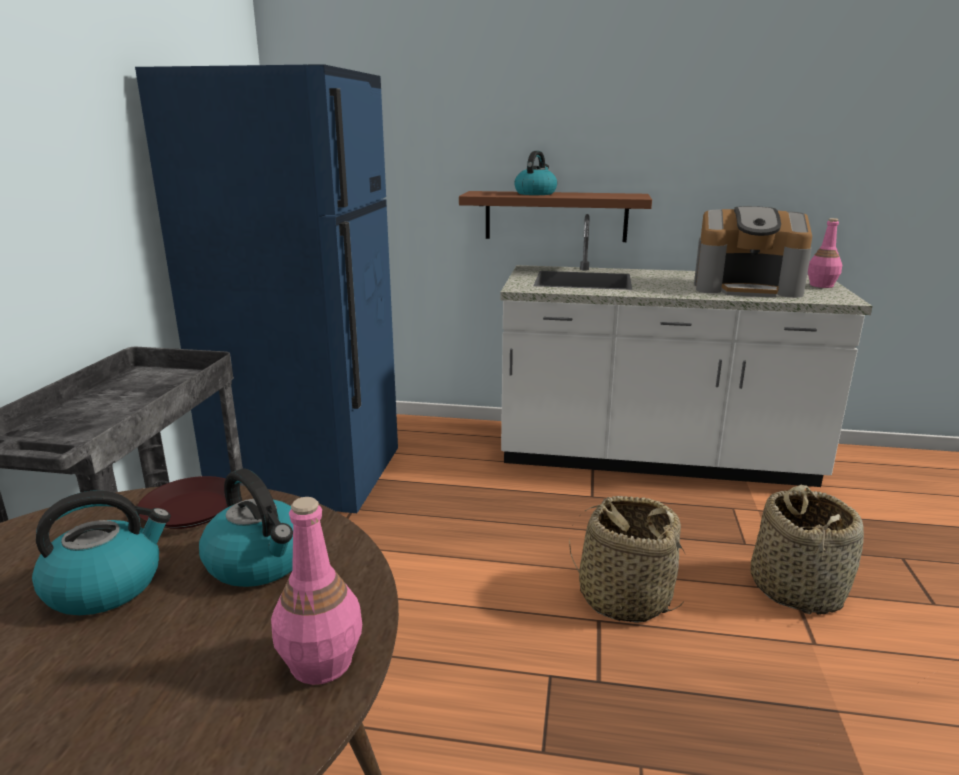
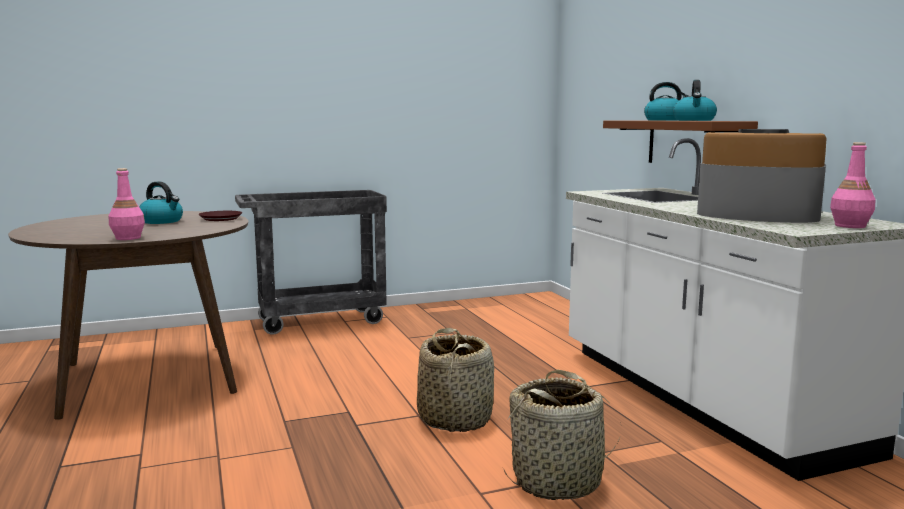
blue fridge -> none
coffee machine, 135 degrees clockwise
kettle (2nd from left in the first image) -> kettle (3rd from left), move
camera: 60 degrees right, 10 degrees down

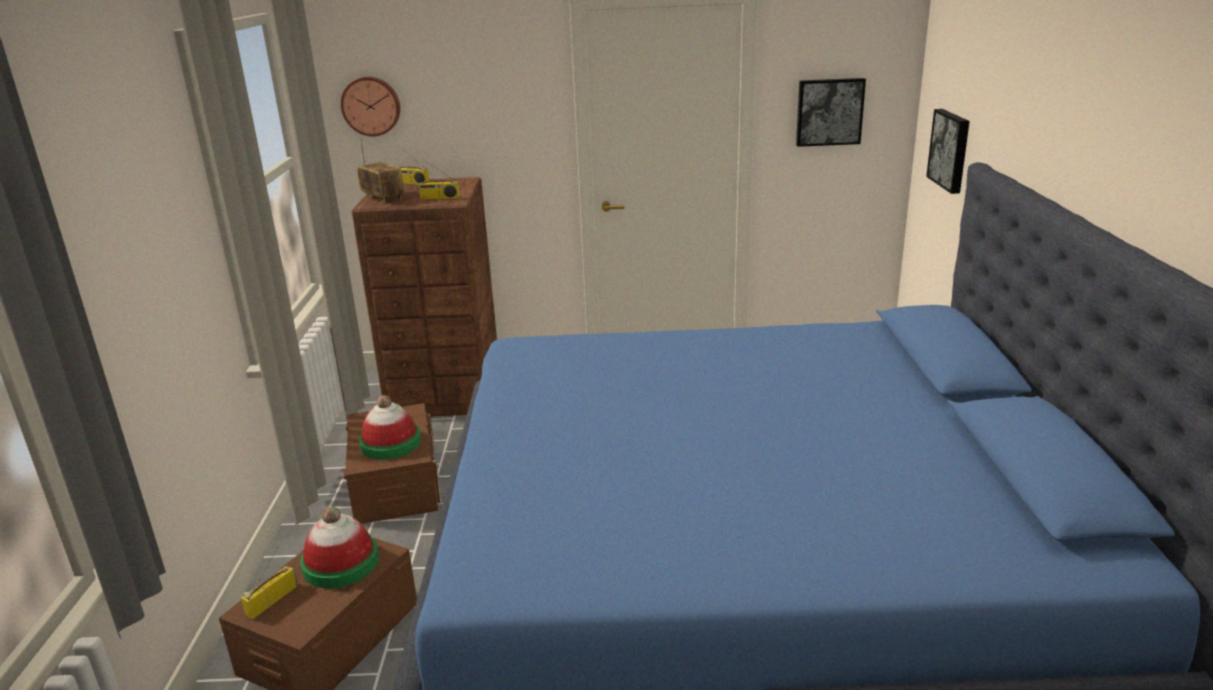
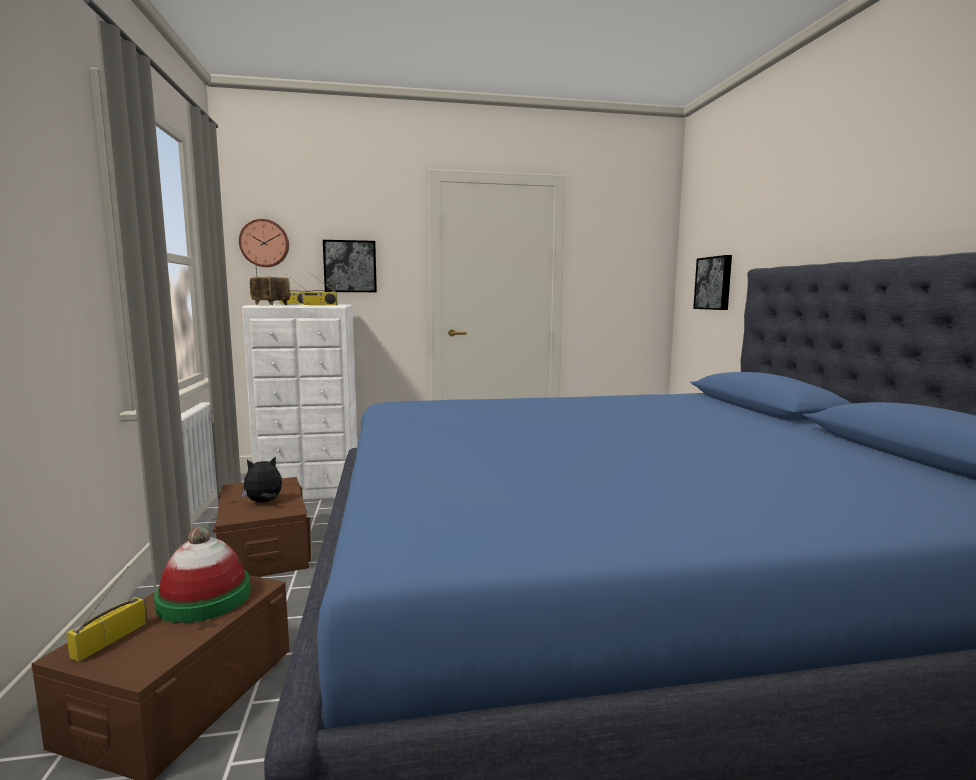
picture (1st from left), move
brown dresser -> white dresser
hat (2nd from left) -> plush toy
camera: 10 degrees left, 15 degrees down

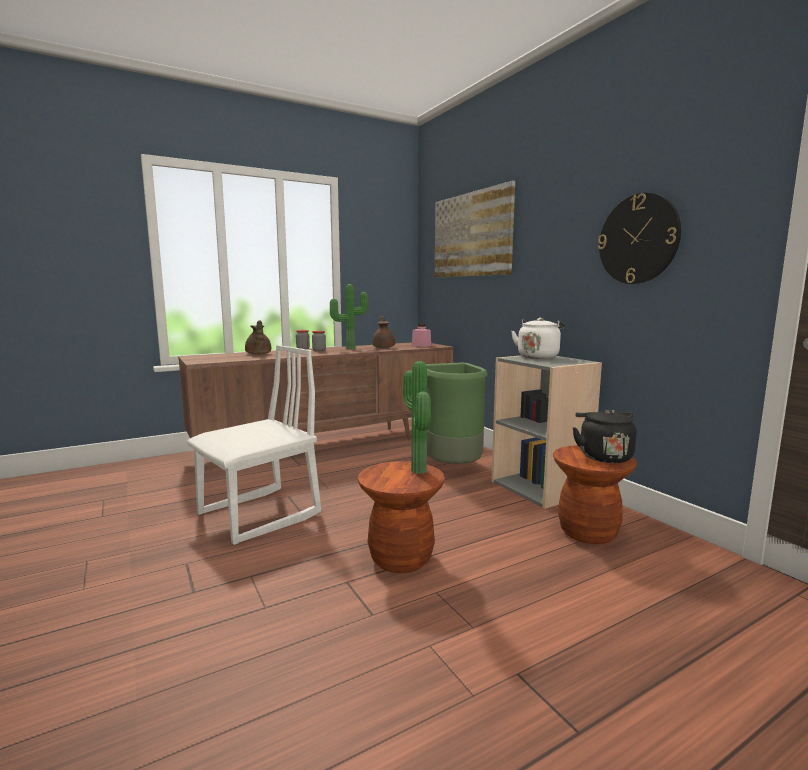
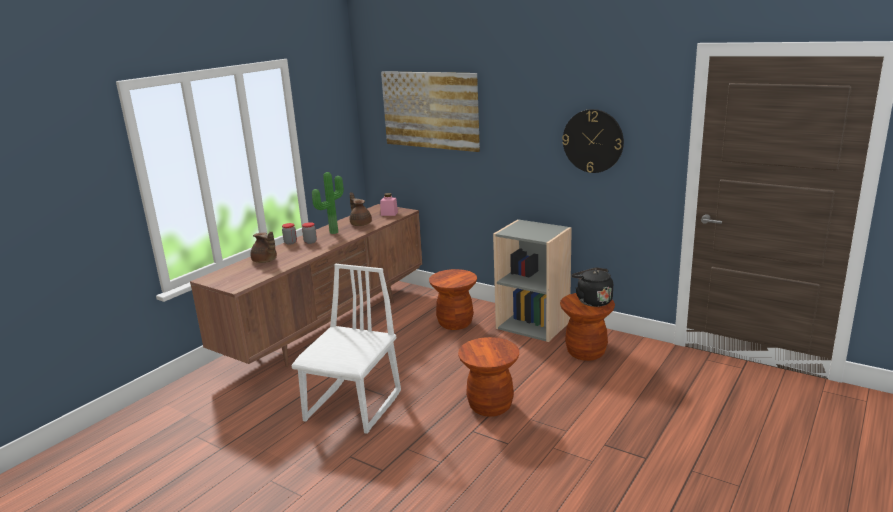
white kettle -> none
potted plant (2nd from left) -> none
green trash can -> brown stool (1st from left)
camera: 25 degrees left, 10 degrees up

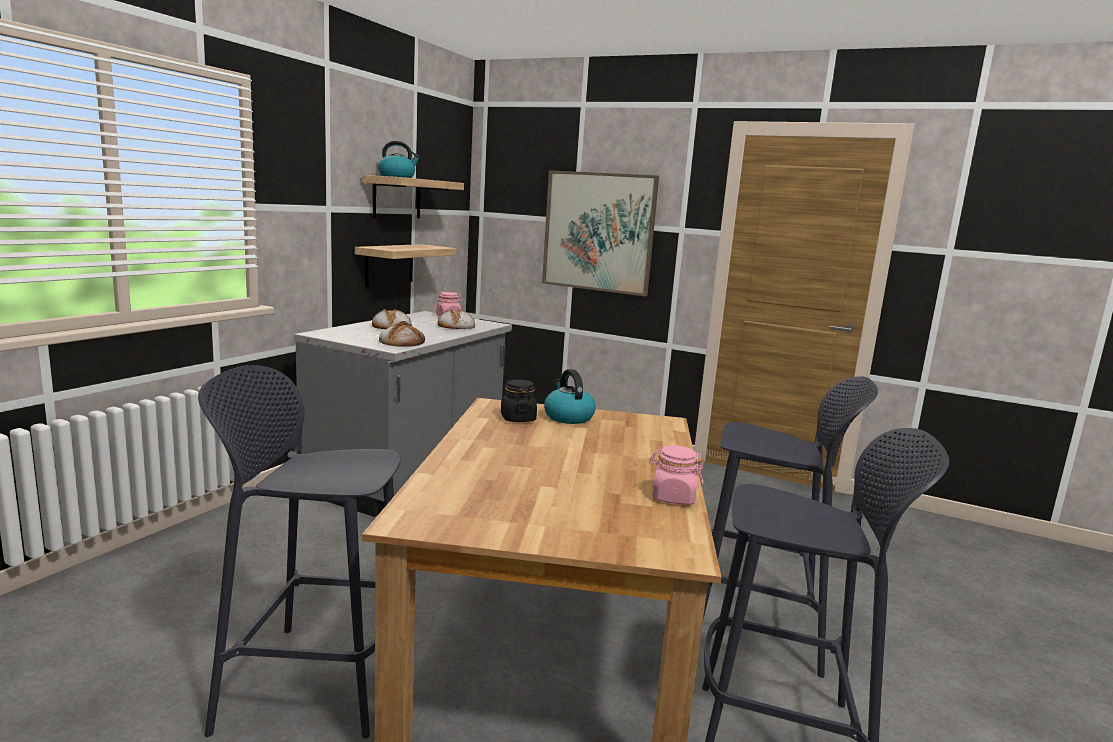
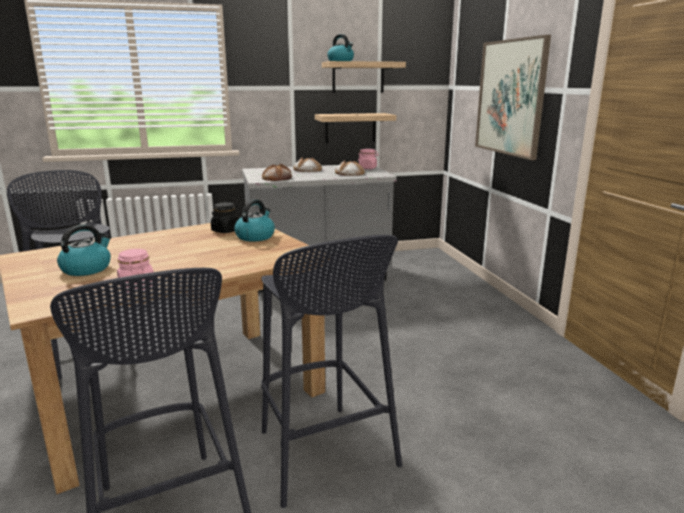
none -> kettle (1st from left)
camera: 50 degrees right, 5 degrees up

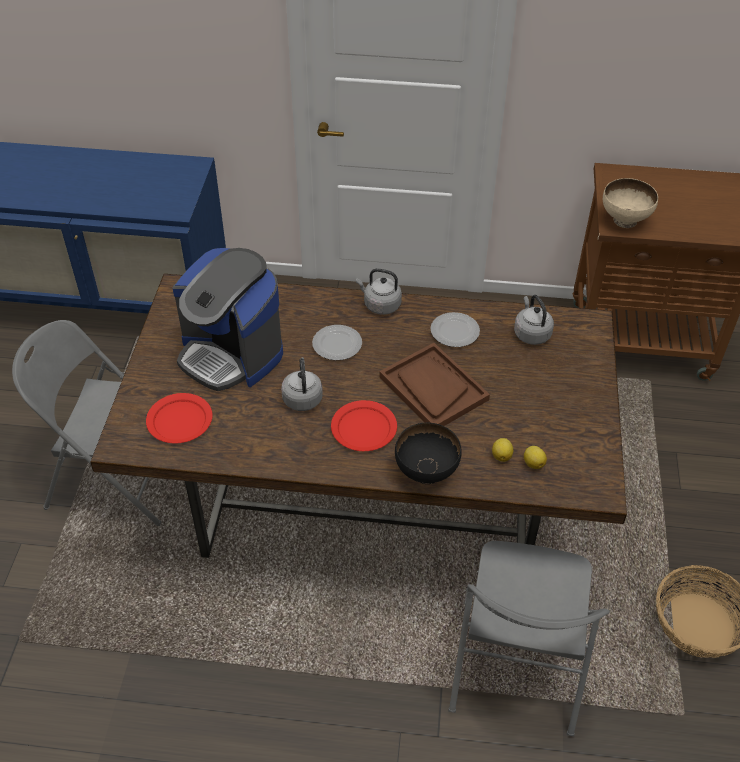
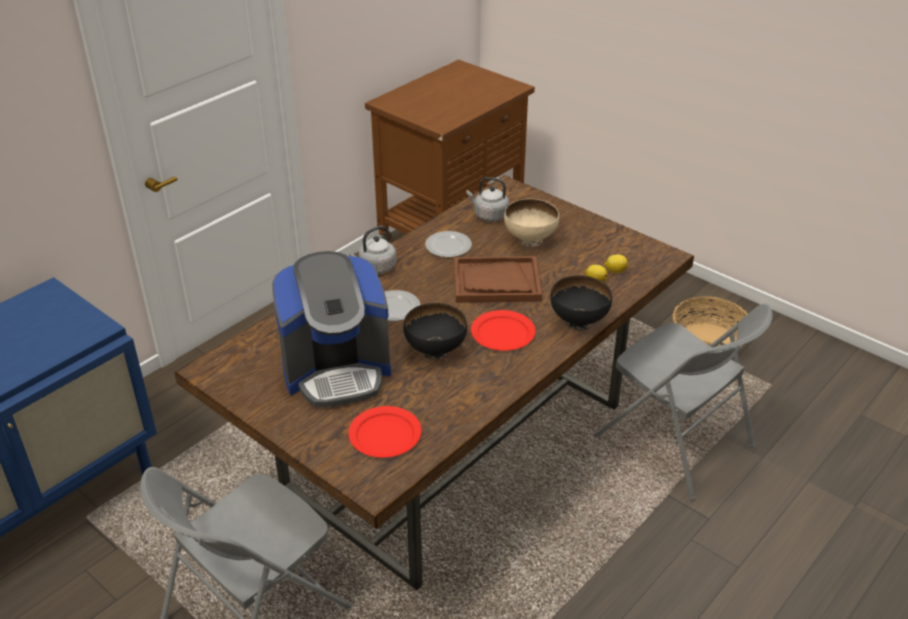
beige bowl, move
grey kettle (1st from left) -> black bowl (1st from left)
camera: 55 degrees left, 10 degrees down

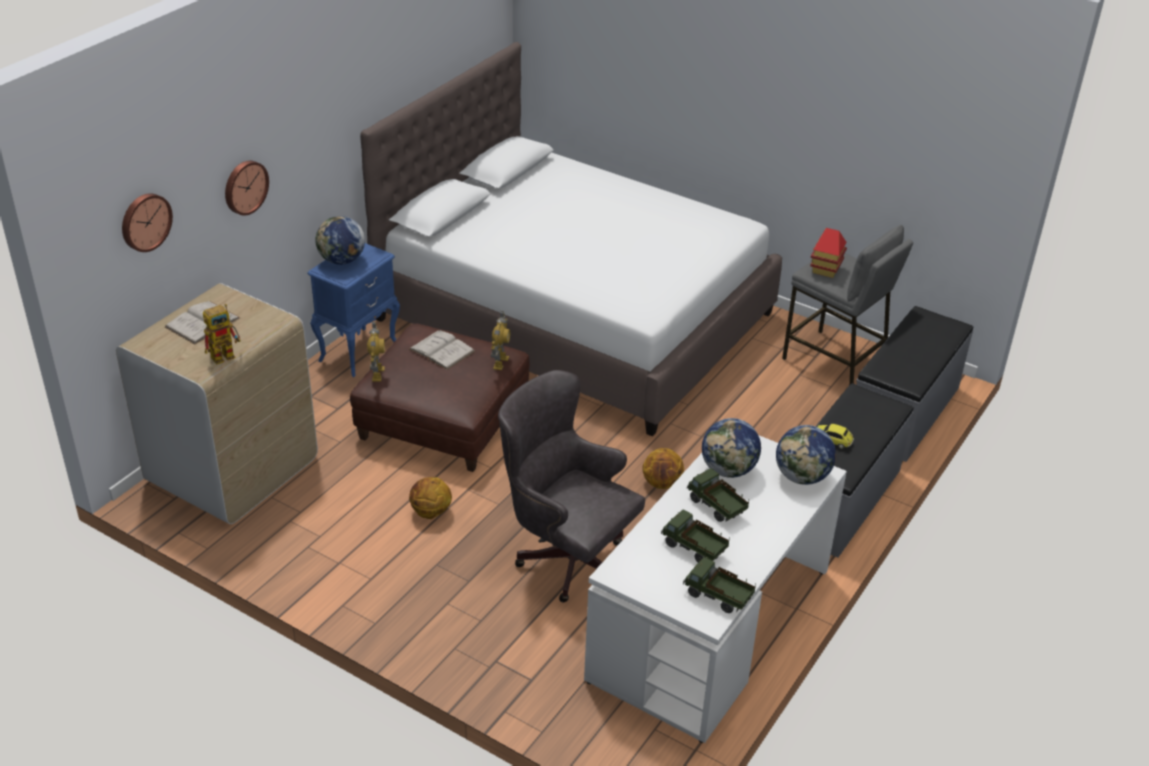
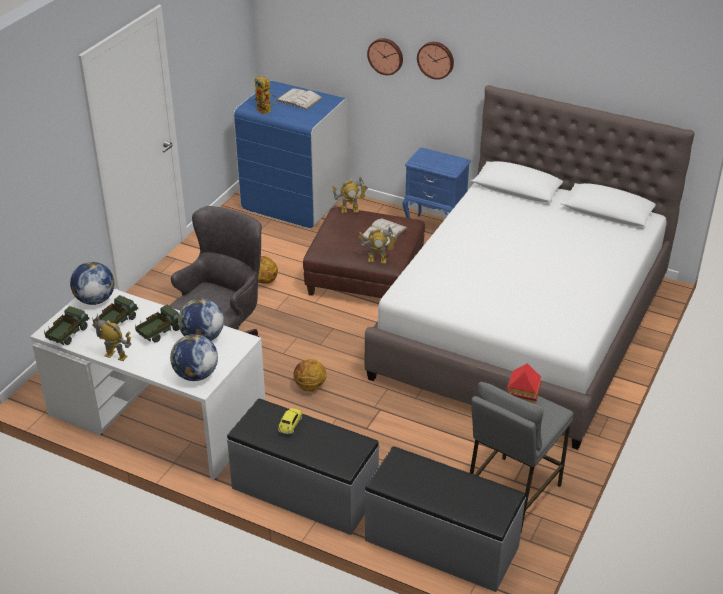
wall clock (1st from left in the first image) -> wall clock (2nd from left), move
globe (1st from left), move
beige dresser -> blue dresser
none -> toy robot (1st from left)
camera: 85 degrees right, 0 degrees up

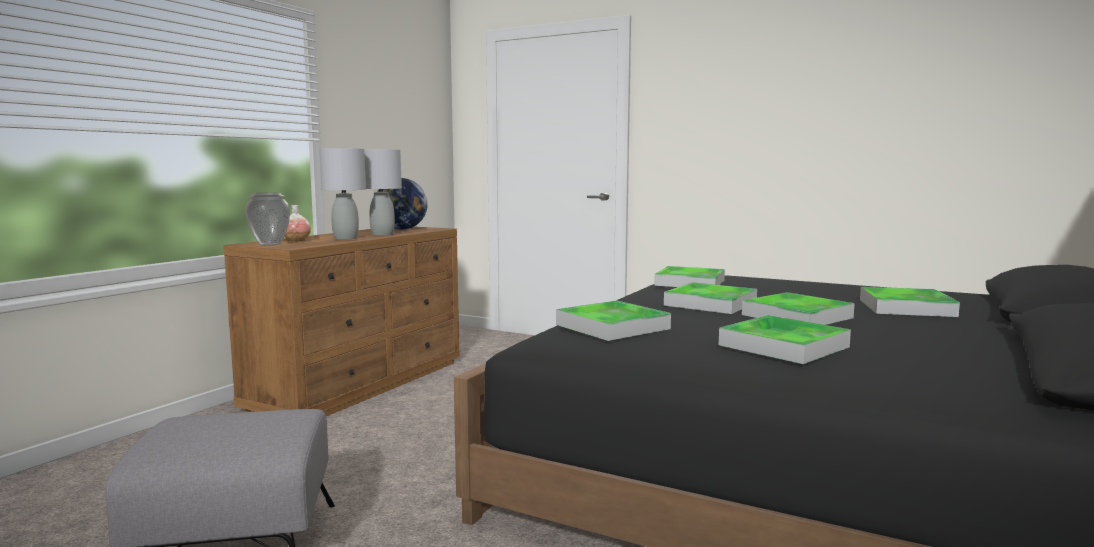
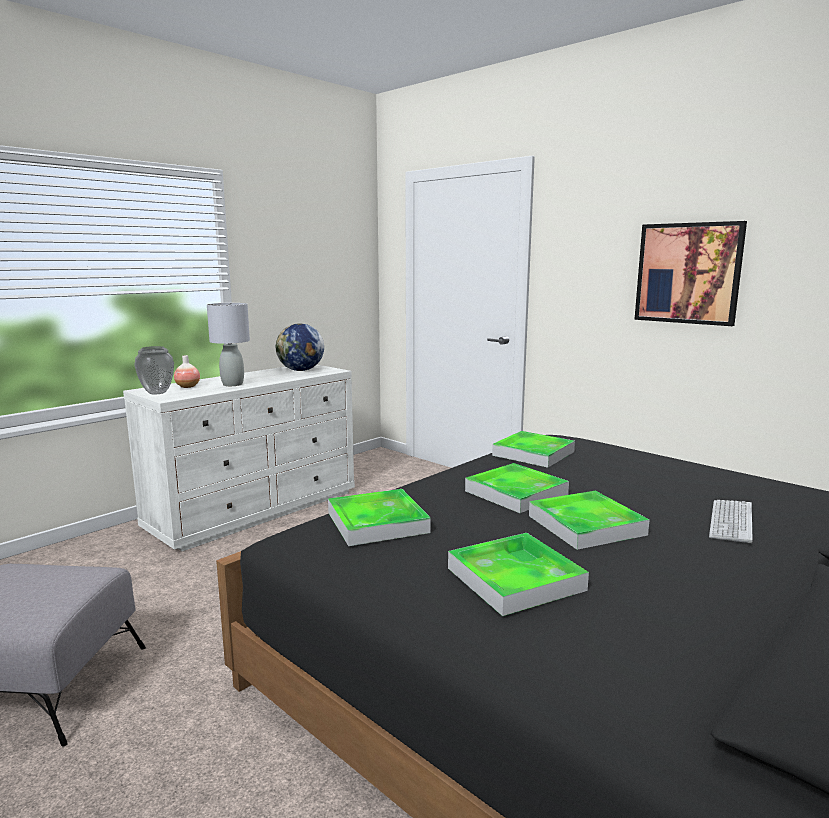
grey table lamp (2nd from left) -> none
brown dresser -> white dresser
tray (6th from left) -> keyboard
none -> picture
camera: 15 degrees right, 5 degrees up

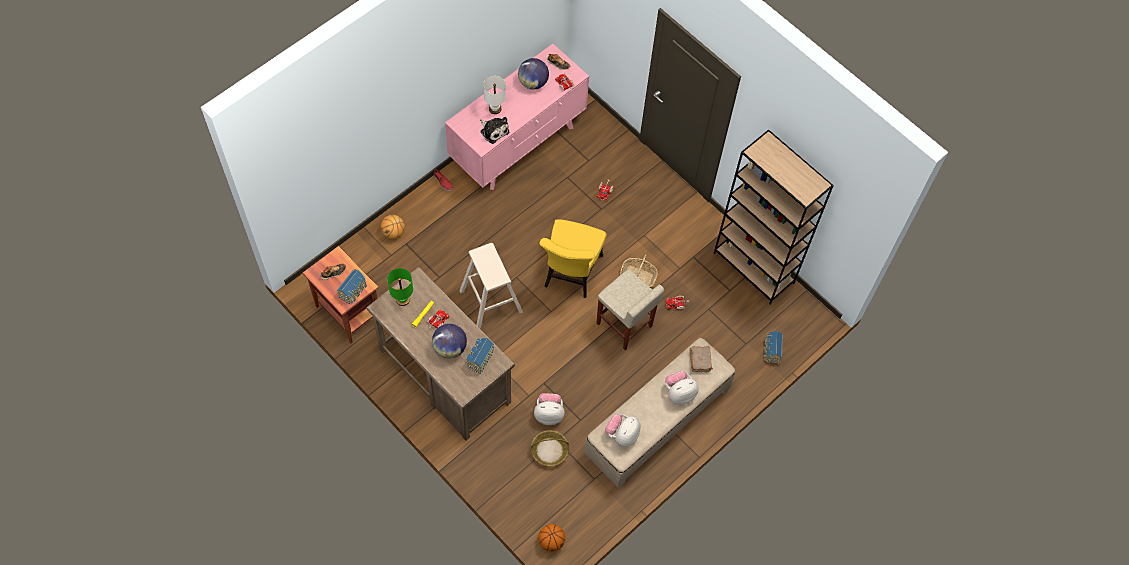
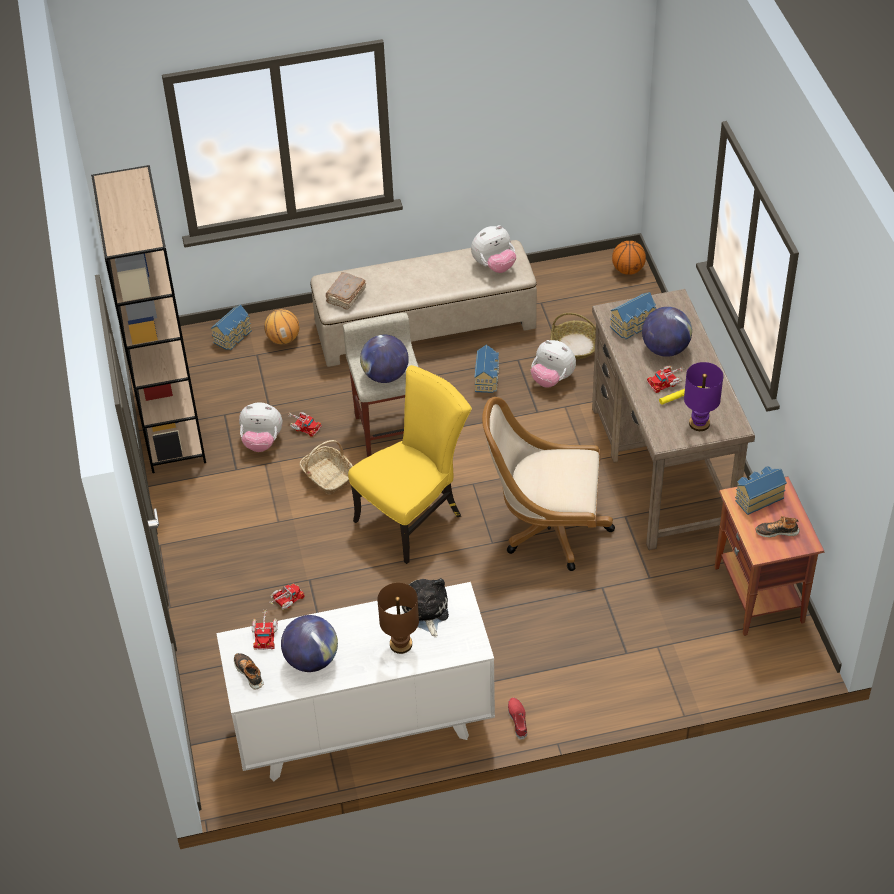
pink dresser -> white dresser
white table lamp -> brown table lamp
basketball (1st from left), move
beige stool (1st from left) -> office chair
green table lamp -> purple table lamp
plush toy (4th from left in the first image) -> plush toy (1st from left), move
none -> globe (2nd from left)
none -> toy house (2nd from left)
camera: 145 degrees left, 15 degrees down

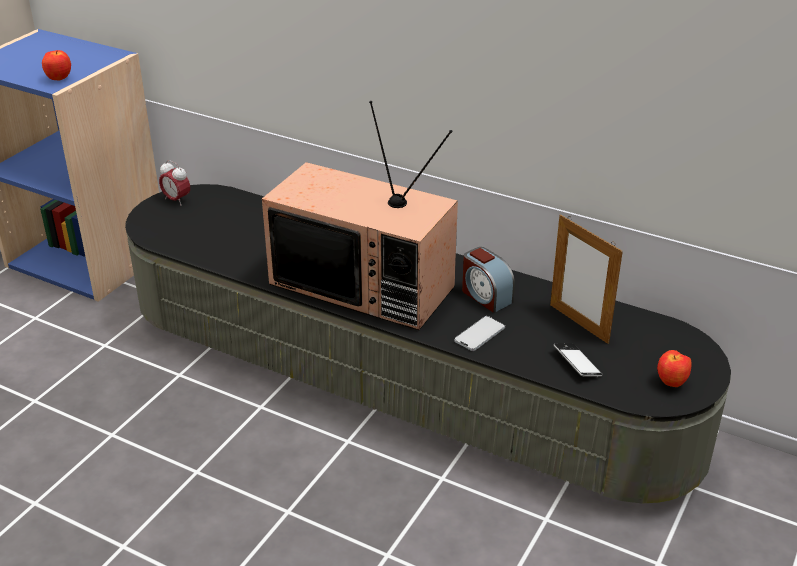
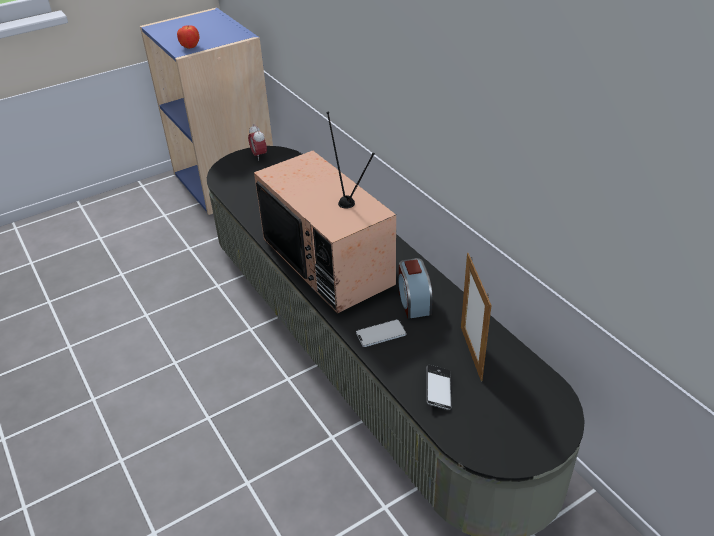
apple (2nd from left) -> none
camera: 30 degrees right, 5 degrees up

